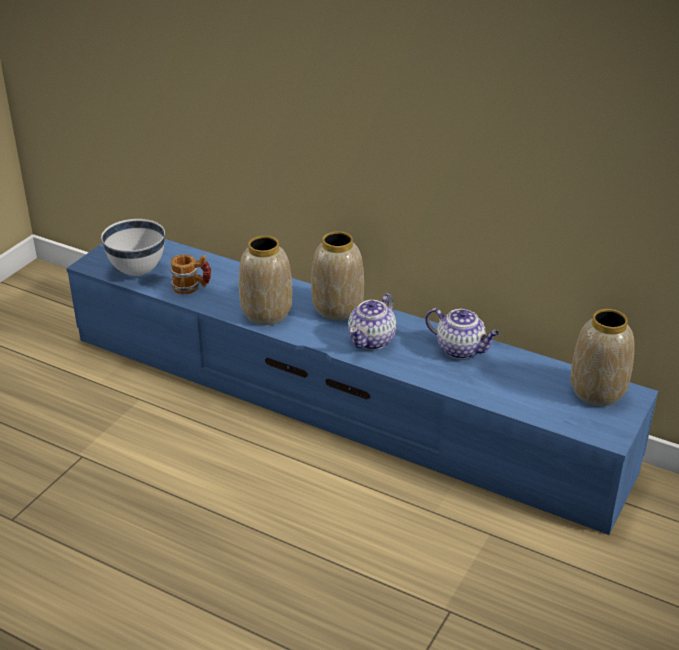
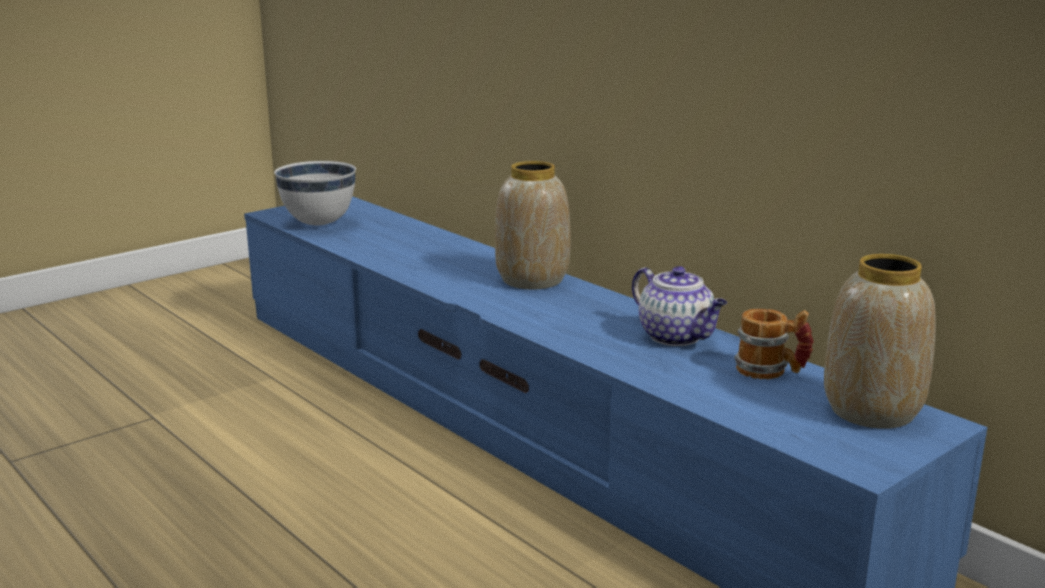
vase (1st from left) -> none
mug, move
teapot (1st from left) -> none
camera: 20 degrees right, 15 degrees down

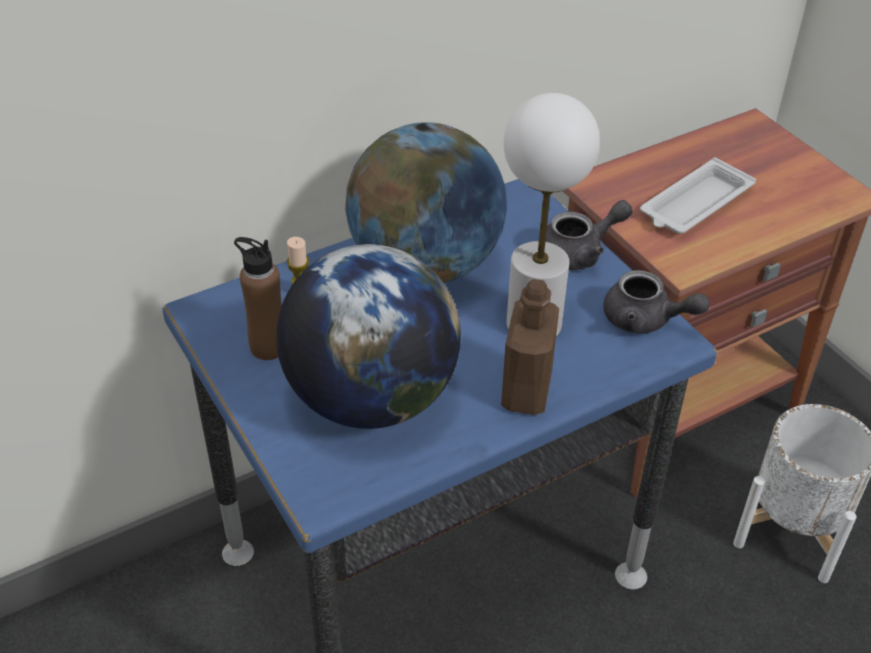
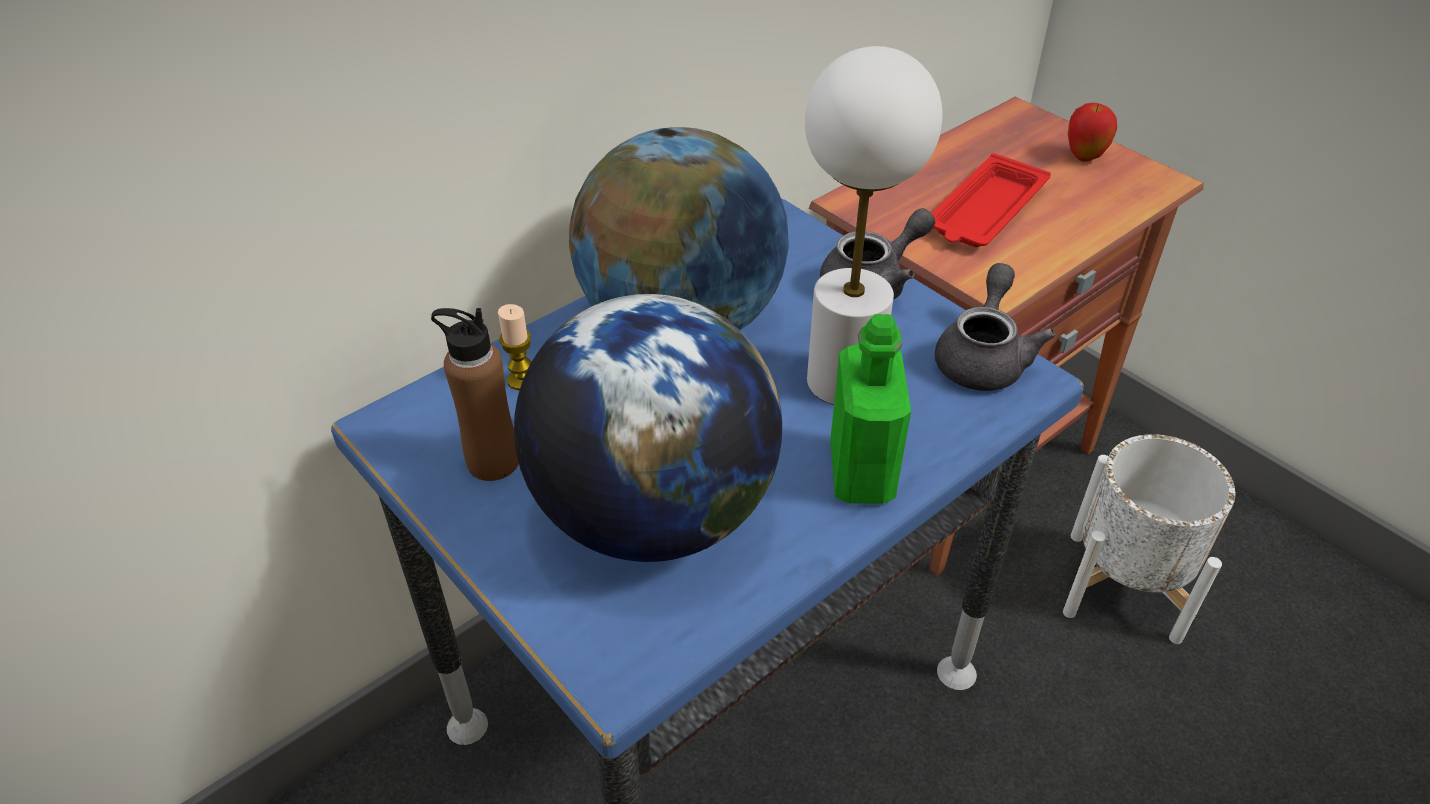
white tray -> red tray
grey teapot (2nd from left), 90 degrees counterclockwise
brown bottle (2nd from left) -> green bottle
none -> apple
camera: 10 degrees left, 0 degrees up

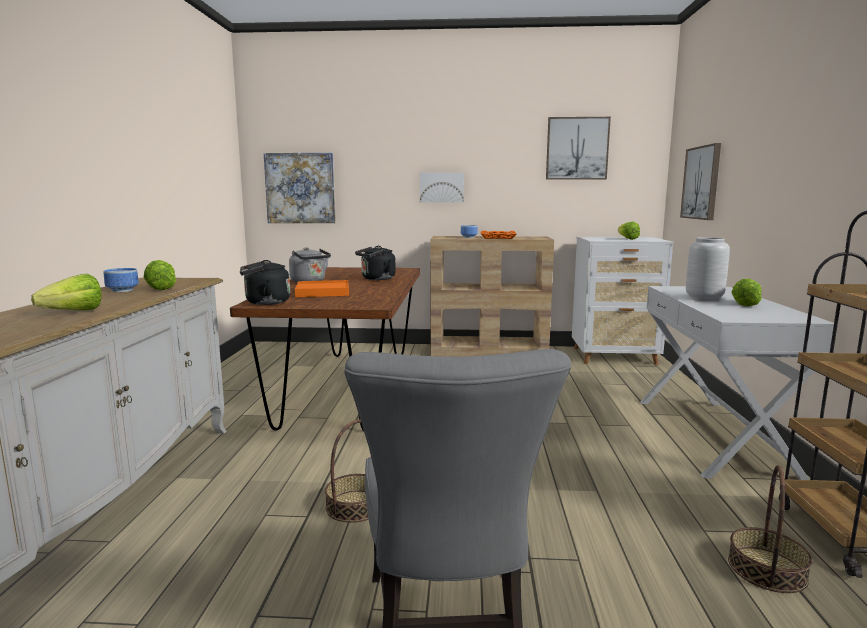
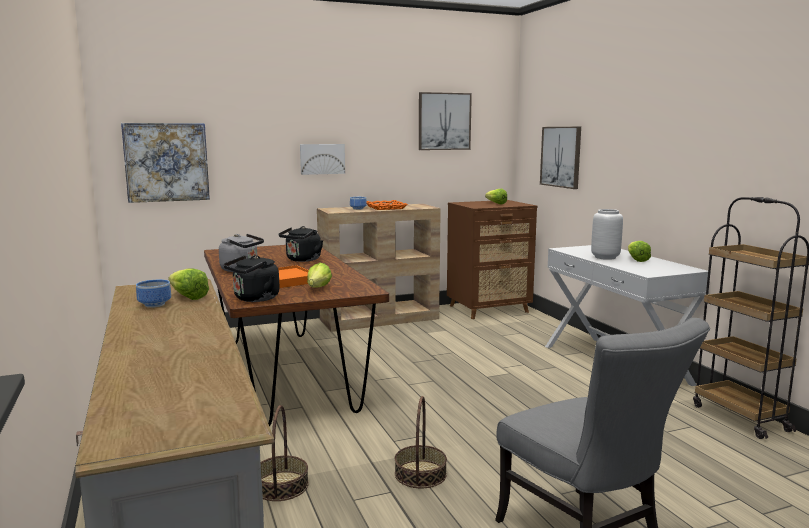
white dresser -> brown dresser
lettuce (1st from left in the first image) -> lettuce (2nd from left), move
basket (2nd from left in the first image) -> basket (1st from left), move
camera: 25 degrees left, 0 degrees up

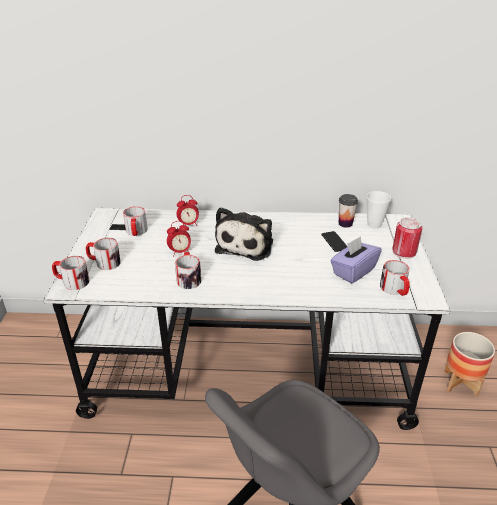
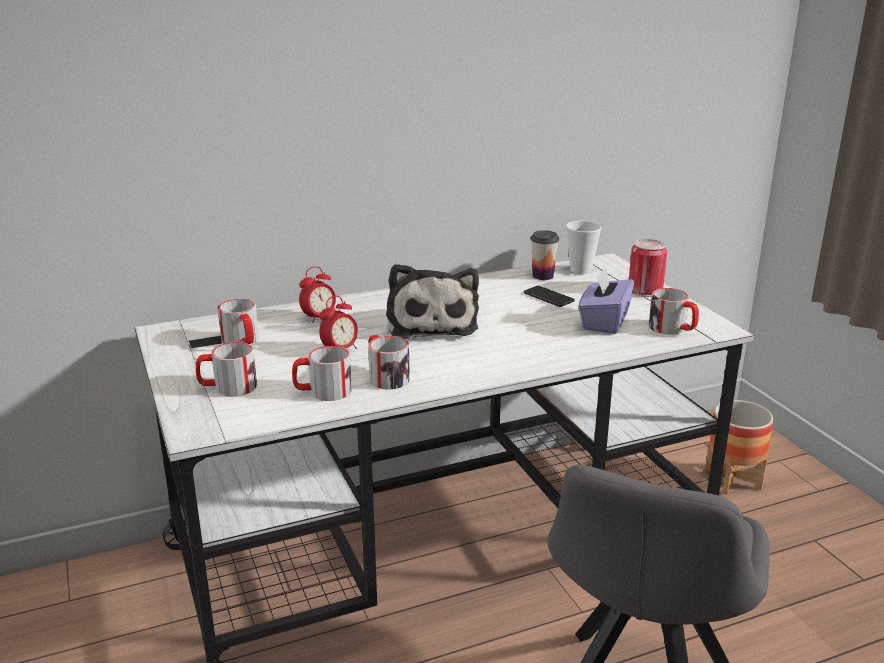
mug (1st from left in the first image) -> mug (3rd from left), move
camera: 25 degrees left, 10 degrees down

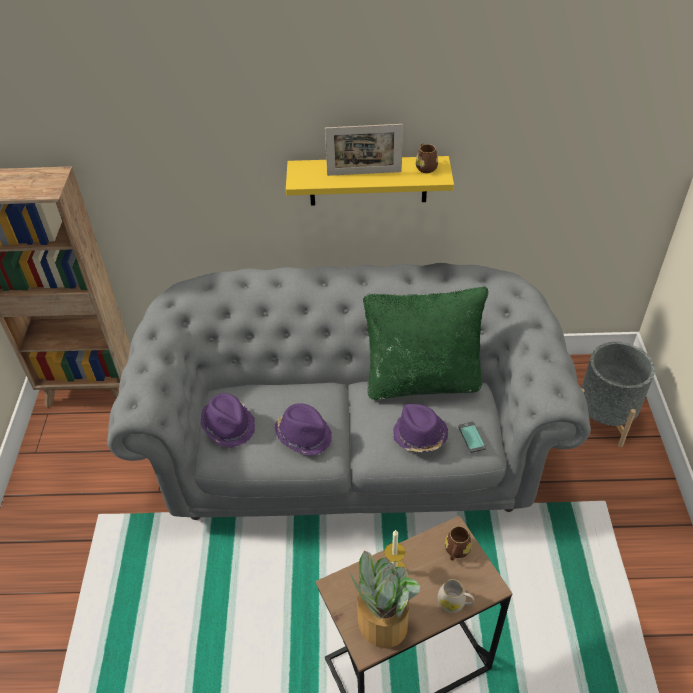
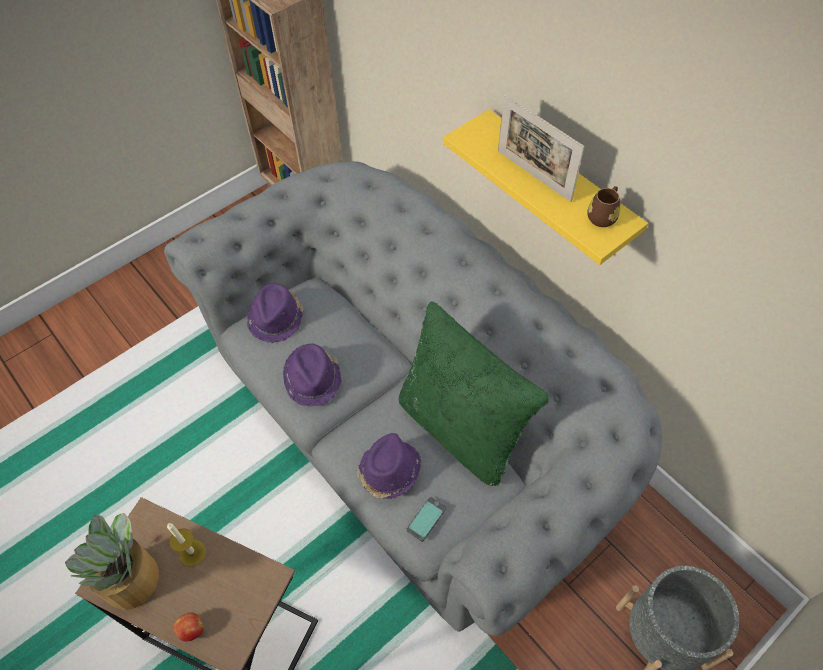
brown mug (2nd from left) -> none
white mug -> apple
camera: 50 degrees right, 10 degrees up

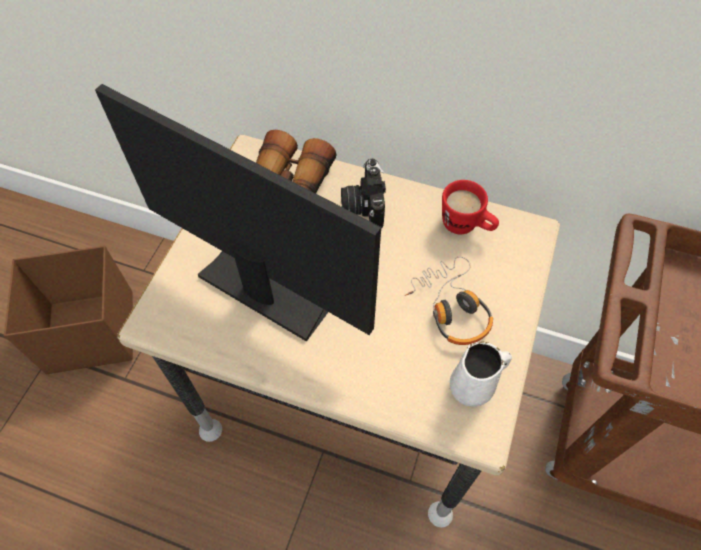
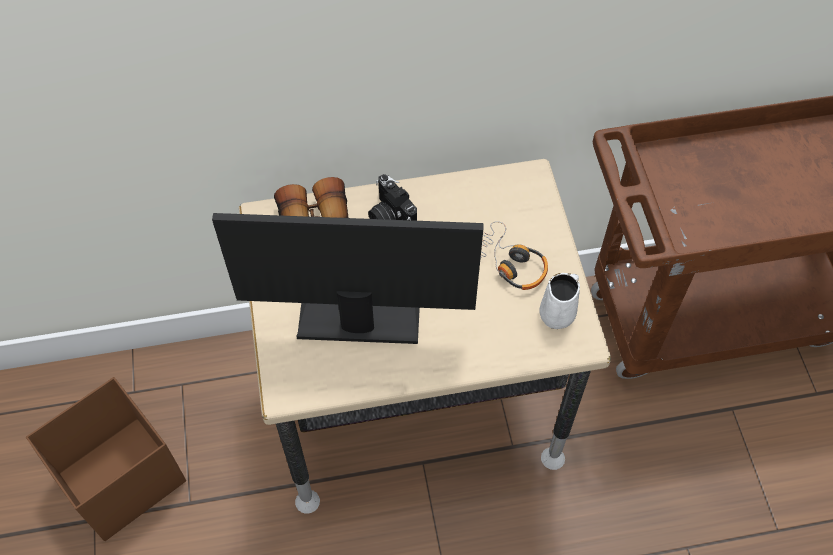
red mug -> none
camera: 30 degrees left, 0 degrees up

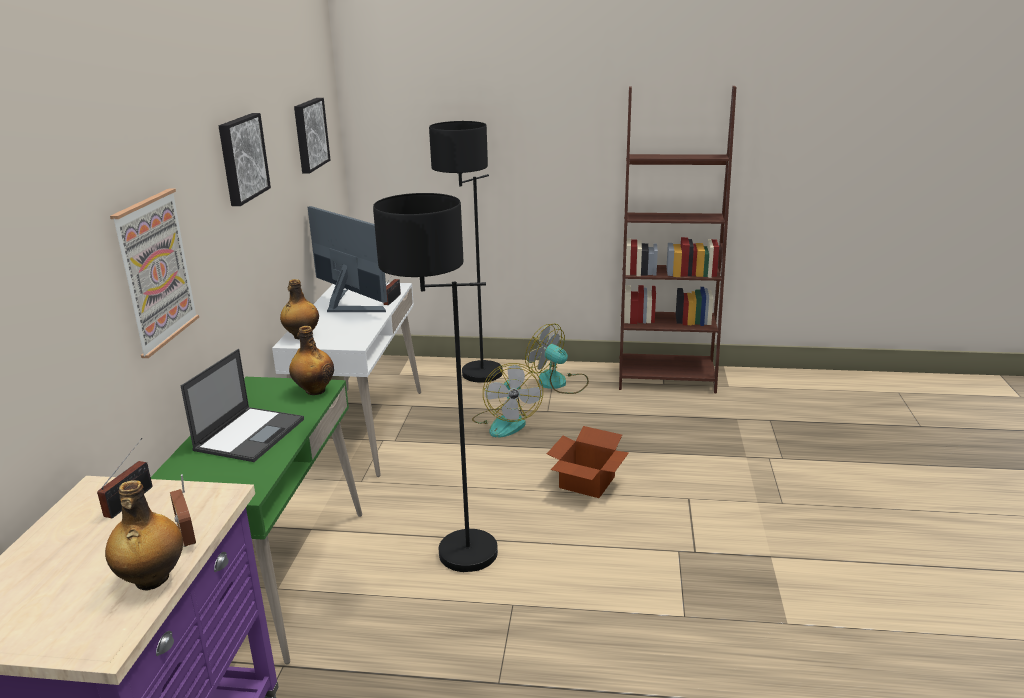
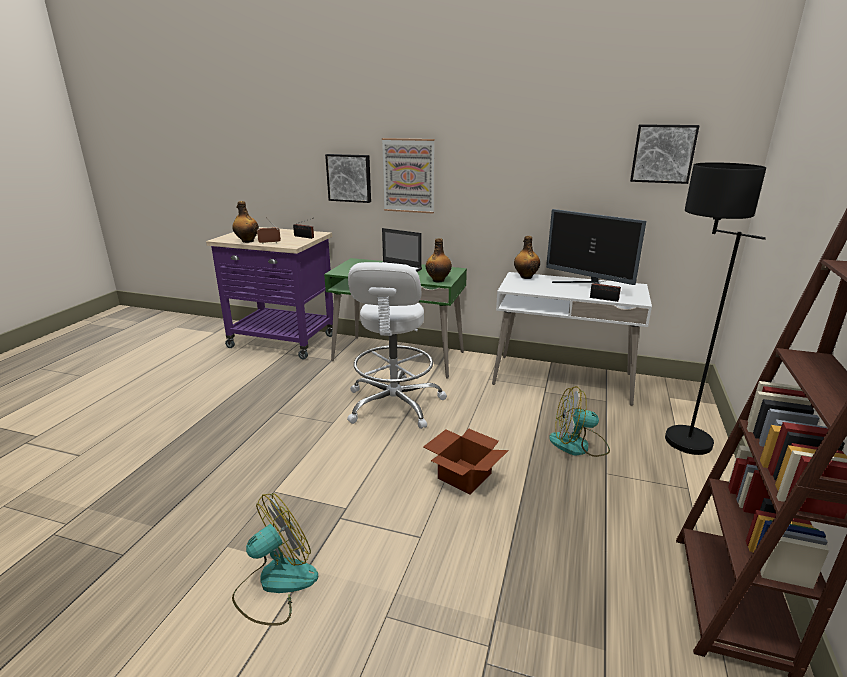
picture (2nd from left in the first image) -> picture (1st from left), move
black floor lamp (1st from left) -> white stool
monitor, 75 degrees clockwise
fan (2nd from left in the first image) -> fan (1st from left), move
camera: 100 degrees right, 0 degrees up

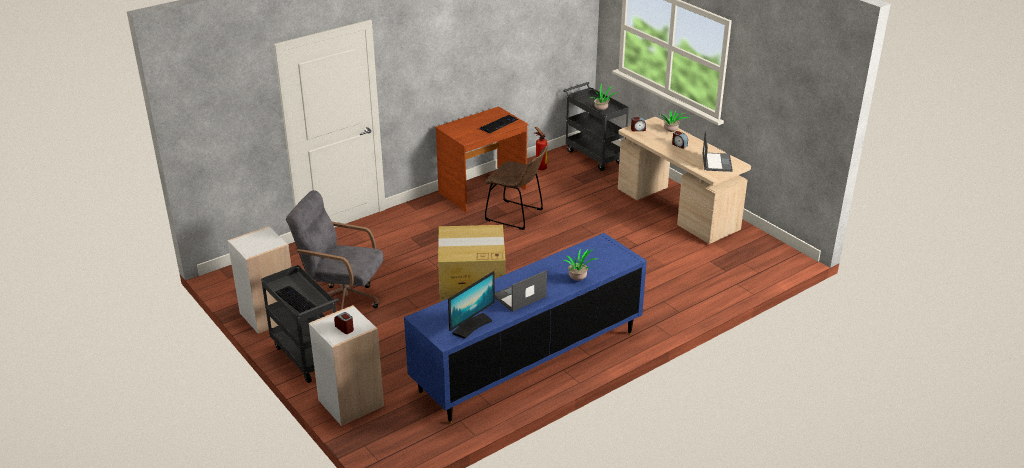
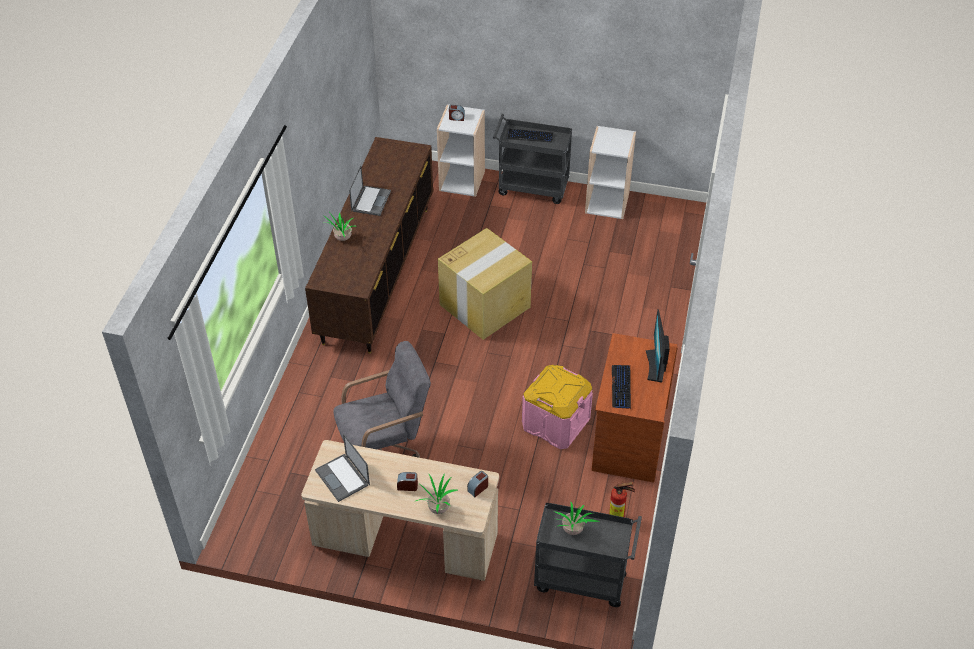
brown chair -> pink storage box
grey office chair, move
blue cabinet -> brown cabinet
monitor, move
camera: 140 degrees right, 15 degrees up

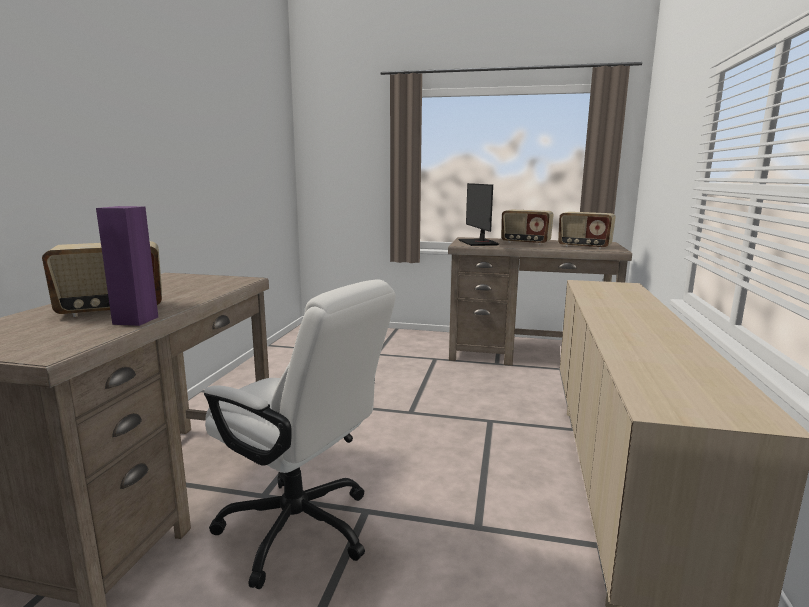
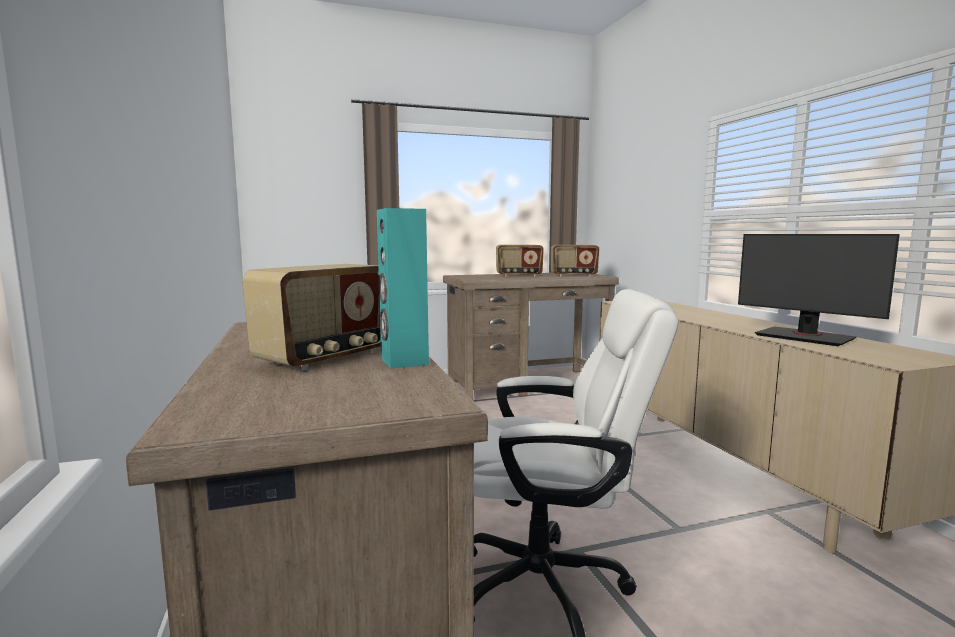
monitor, move
purple speaker -> turquoise speaker
camera: 30 degrees left, 5 degrees down

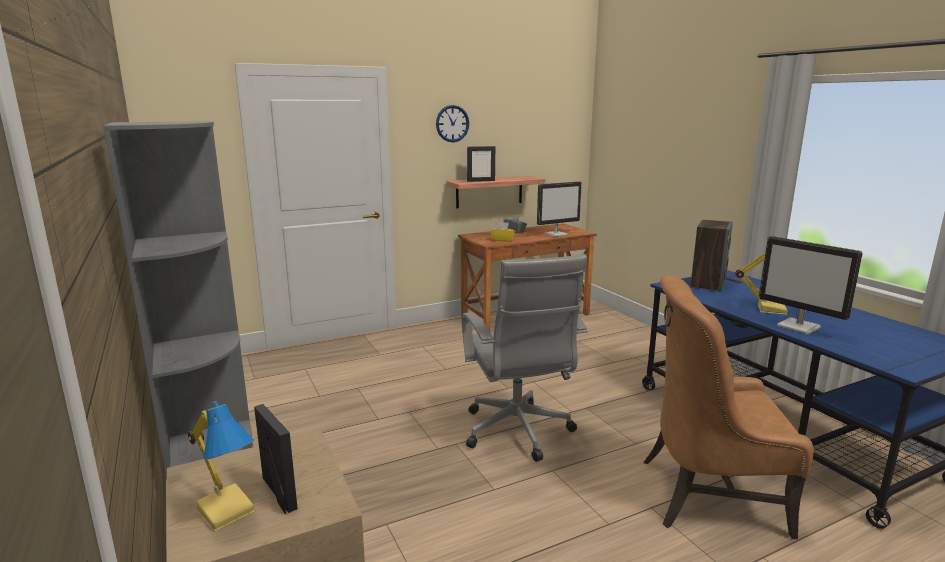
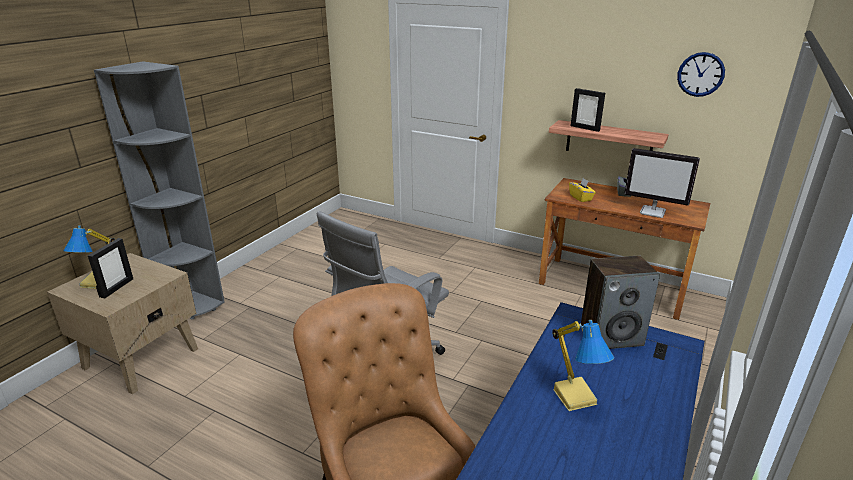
wall clock, move
monitor (2nd from left) -> none
camera: 55 degrees right, 10 degrees up

